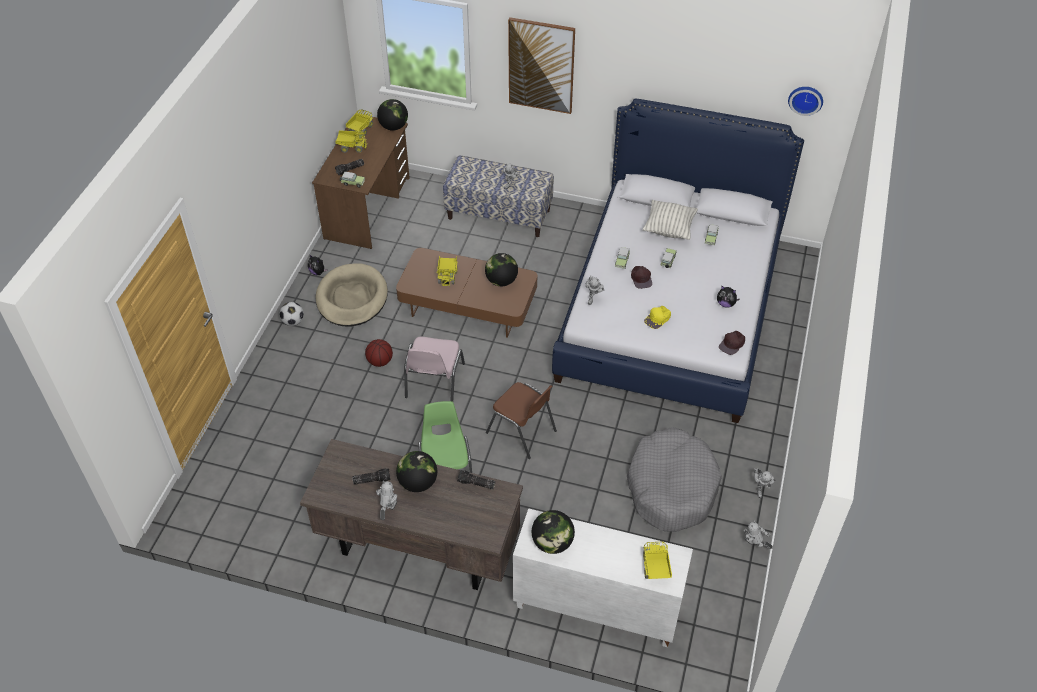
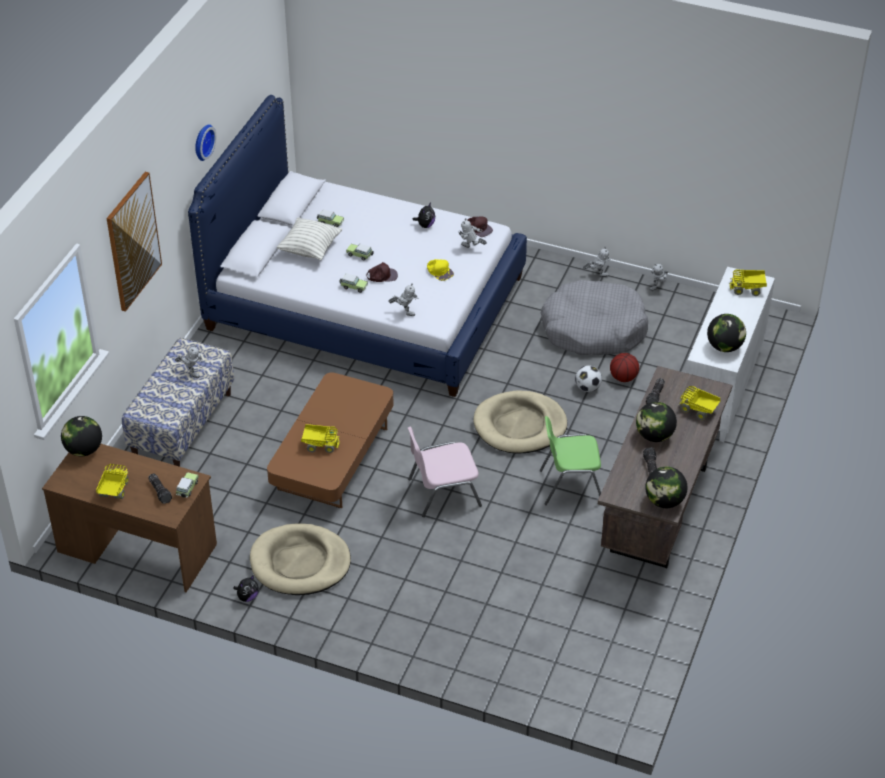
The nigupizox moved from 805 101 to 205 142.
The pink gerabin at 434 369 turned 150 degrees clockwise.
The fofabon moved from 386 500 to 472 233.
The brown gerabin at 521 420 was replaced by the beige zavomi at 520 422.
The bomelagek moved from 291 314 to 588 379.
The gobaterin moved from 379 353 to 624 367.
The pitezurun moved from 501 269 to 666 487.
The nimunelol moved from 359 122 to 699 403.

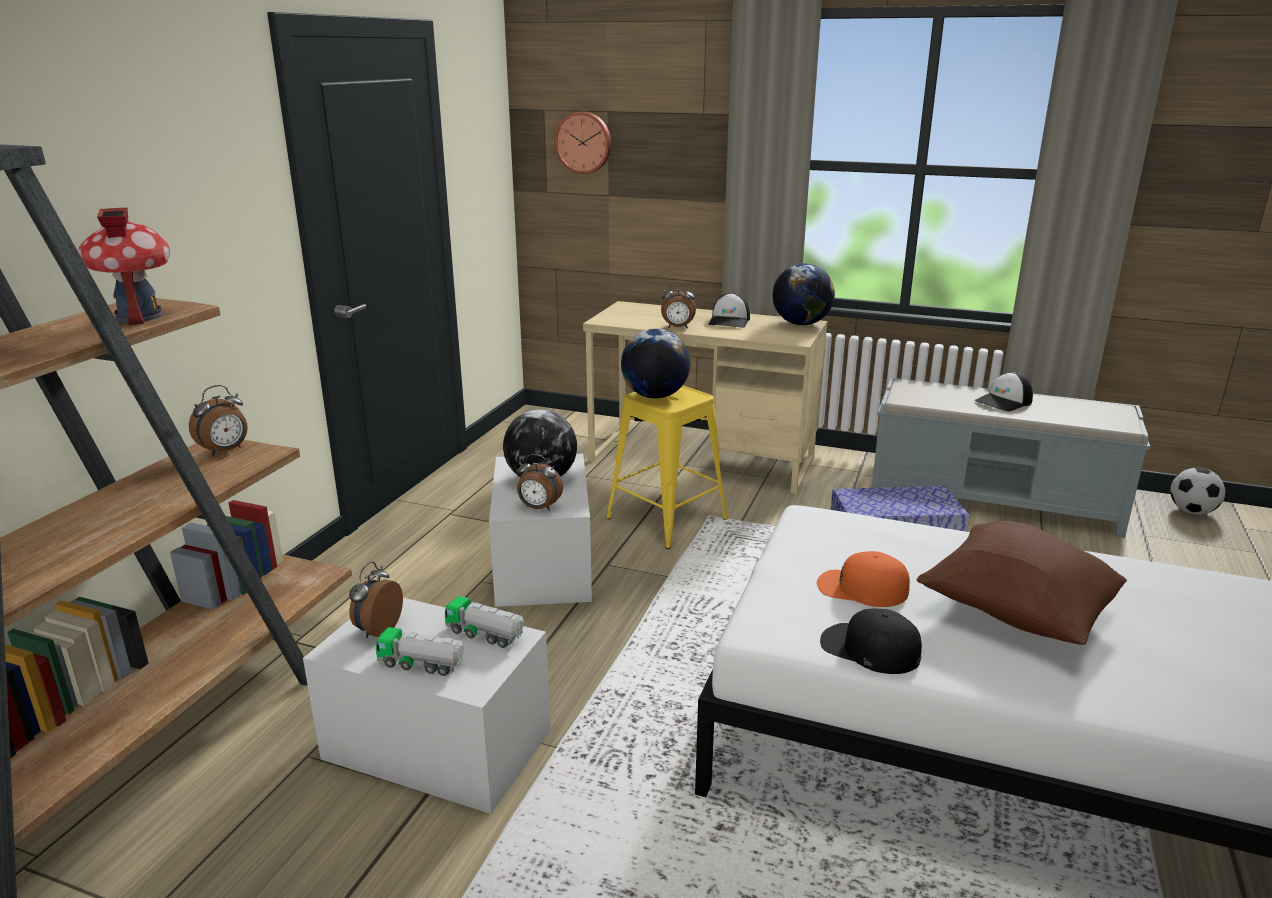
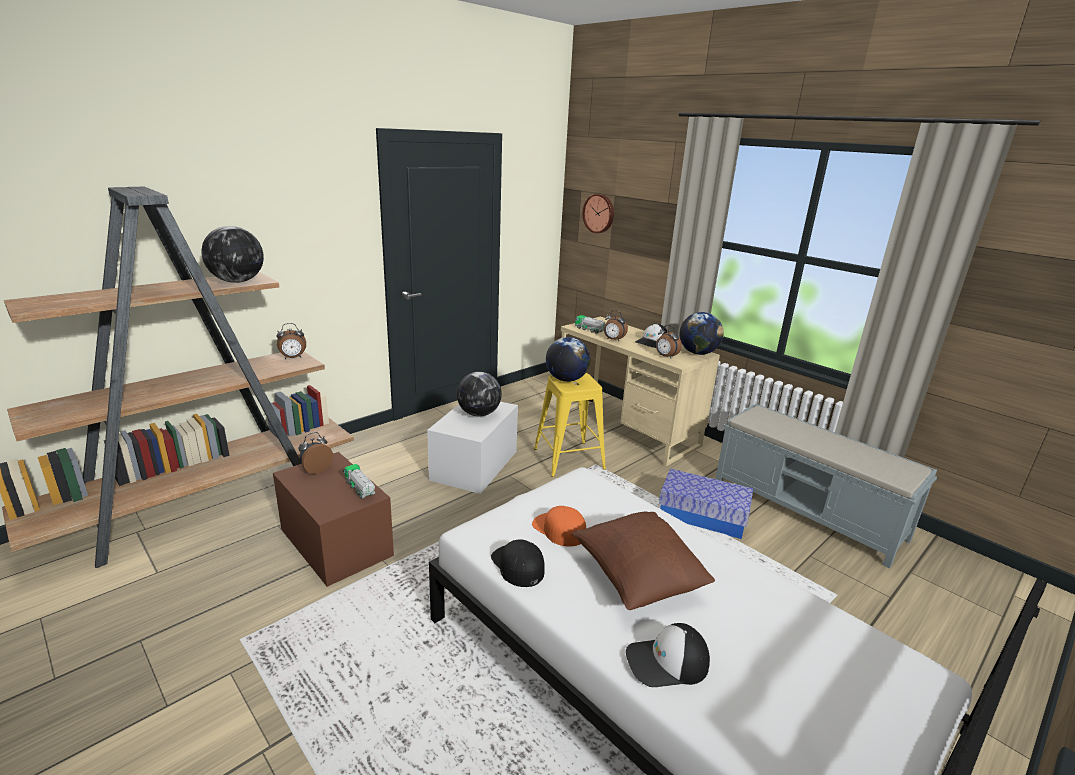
The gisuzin at 124 266 was replaced by the pitezurun at 232 254.
The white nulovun at 427 706 became the brown nulovun at 333 519.
The nimunelol moved from 420 651 to 590 324.
The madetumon moved from 1004 391 to 668 655.
The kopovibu moved from 540 482 to 669 341.
The bomelagek at 1197 491 disappeared.

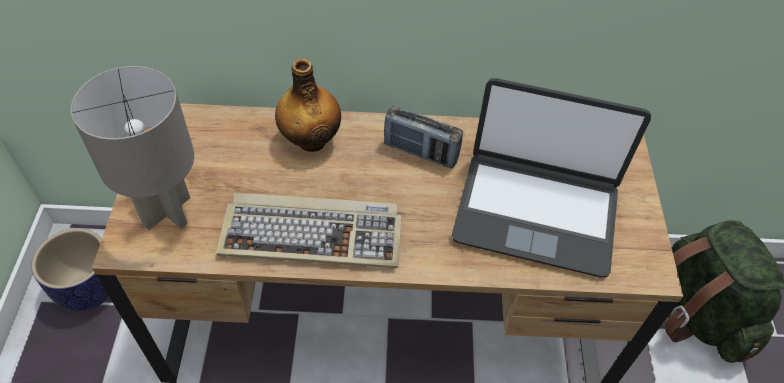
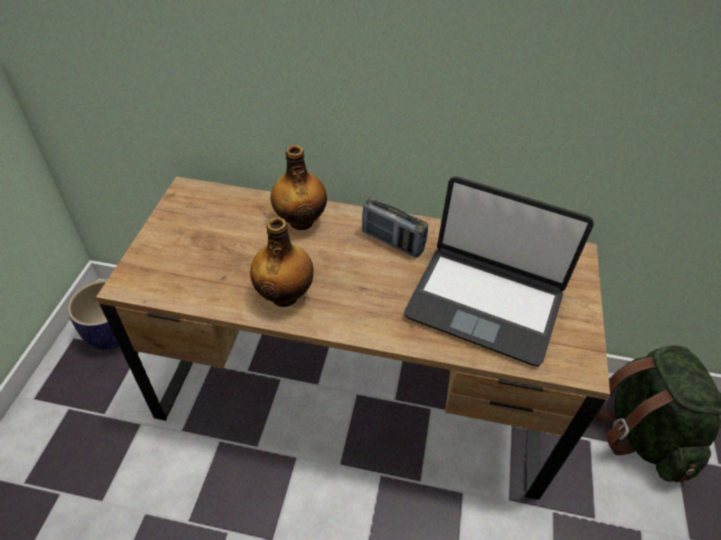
The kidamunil at 309 231 was replaced by the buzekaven at 282 262.
The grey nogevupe at 132 148 disappeared.

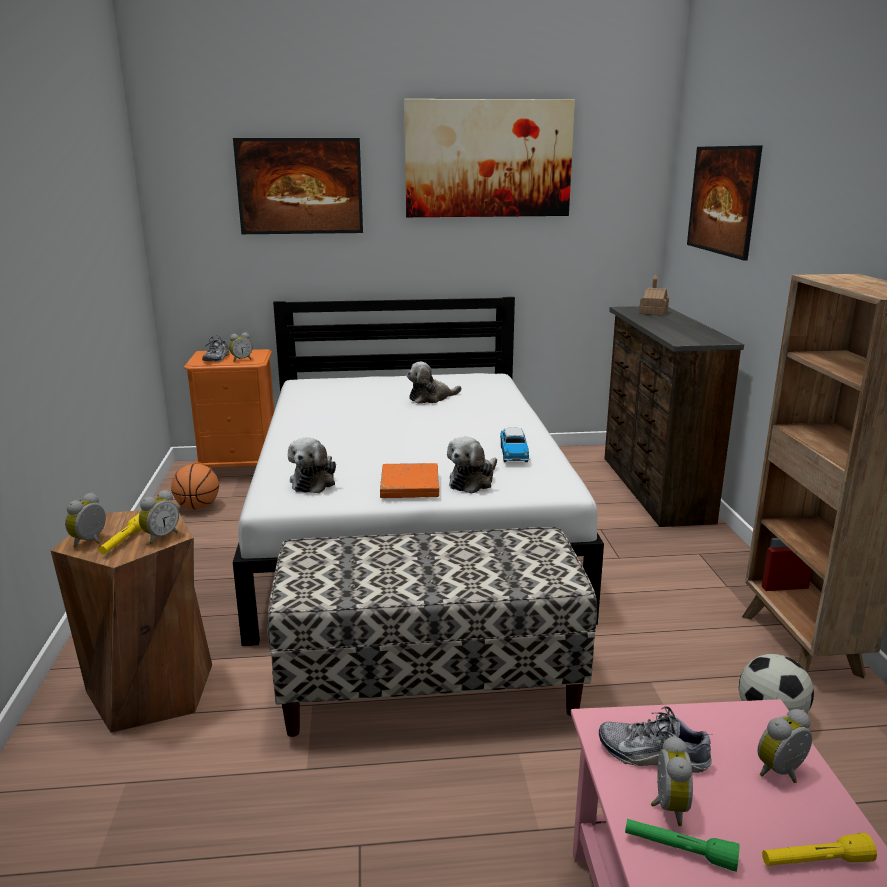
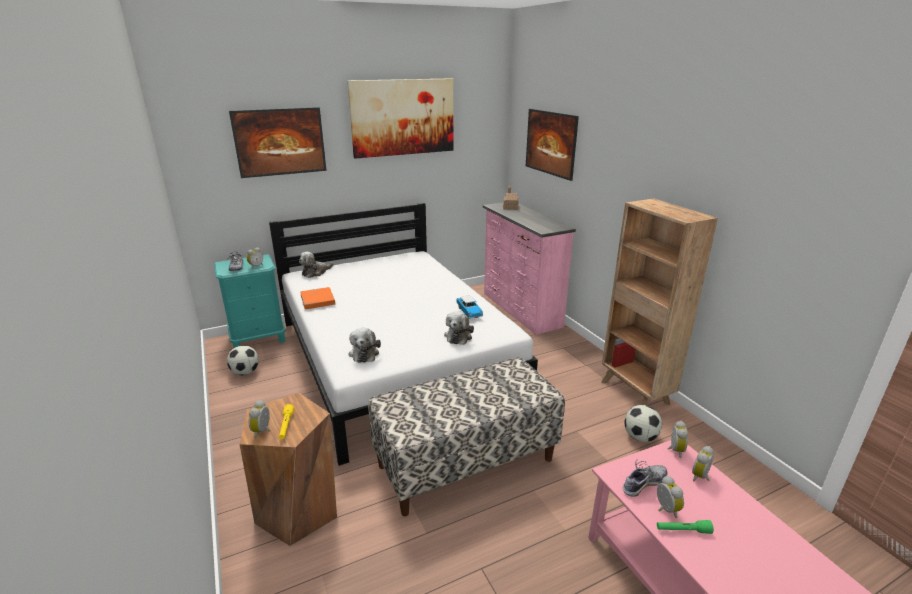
The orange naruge at 229 408 became the turquoise naruge at 250 301.
The gobaterin at 195 486 was replaced by the bomelagek at 243 360.
The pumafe moved from 434 383 to 316 265.
The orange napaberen moved from 409 480 to 318 298.
The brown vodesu at 674 416 became the pink vodesu at 529 268.
The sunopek at 655 739 turned 150 degrees clockwise.
The kopovibu moved from 159 517 to 678 439.
The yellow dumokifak at 819 849 disappeared.

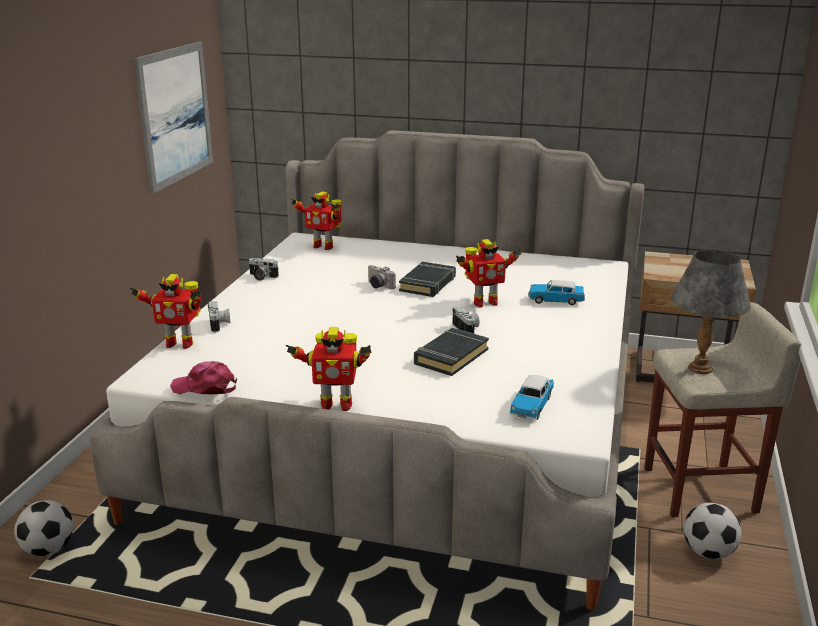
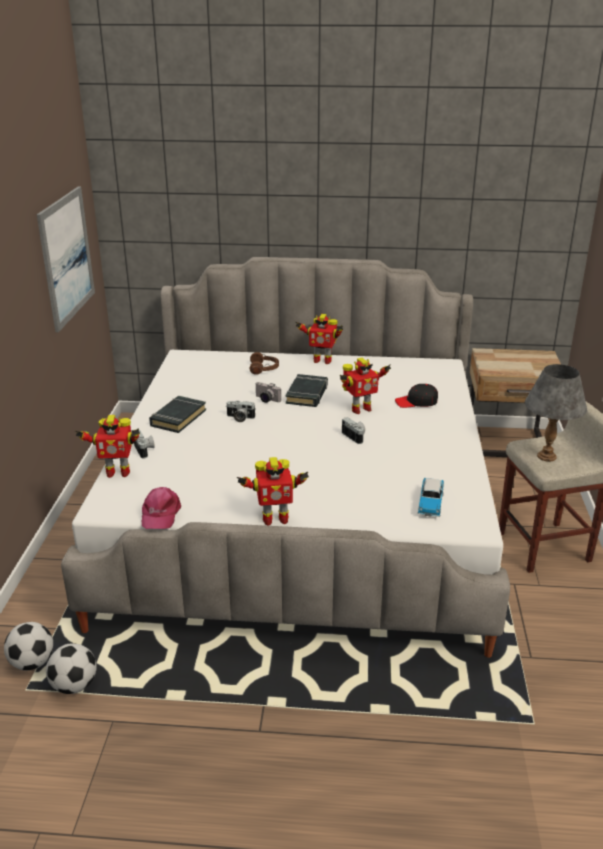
The bomelagek moved from 713 531 to 71 668.
The pink madetumon at 203 378 turned 90 degrees counterclockwise.
The black napaberen moved from 451 352 to 177 414.
The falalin moved from 264 269 to 241 411.
The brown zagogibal at 264 363 appeared.
The fofabon moved from 316 220 to 319 339.
The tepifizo at 556 292 was replaced by the black madetumon at 416 396.

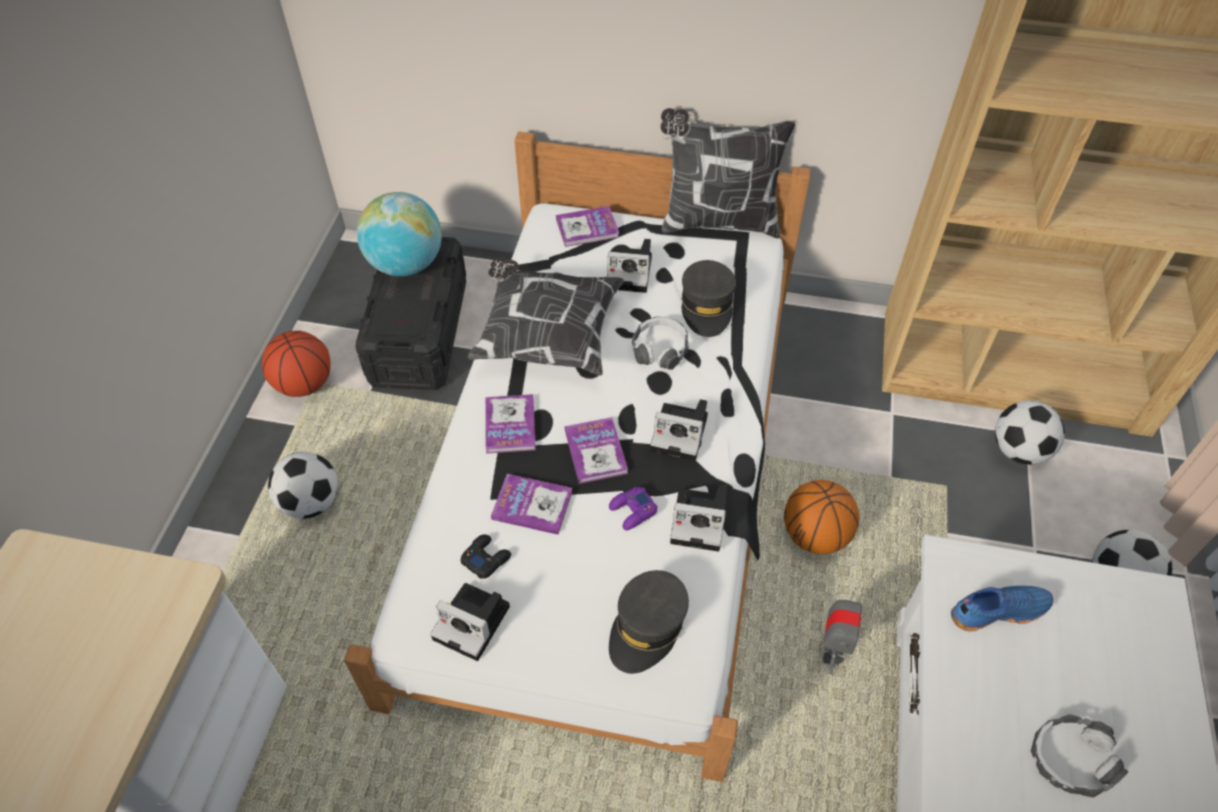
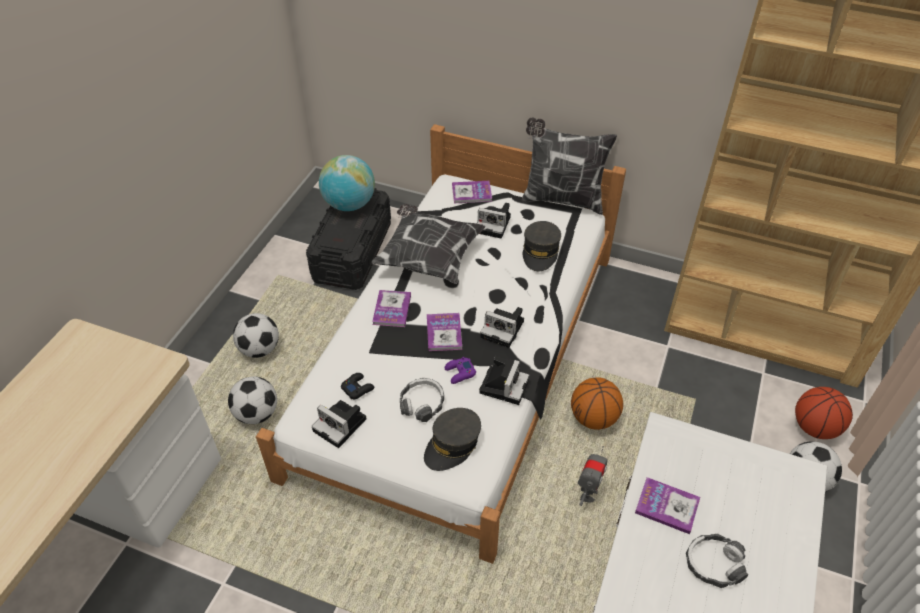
The bomelagek moved from 1030 432 to 252 400.
The zagogibal moved from 660 343 to 422 400.
The falalin at 698 518 turned 90 degrees counterclockwise.
The napaberen moved from 531 504 to 667 505.
The gobaterin moved from 296 364 to 824 413.
The blue sunopek at 1002 608 disappeared.

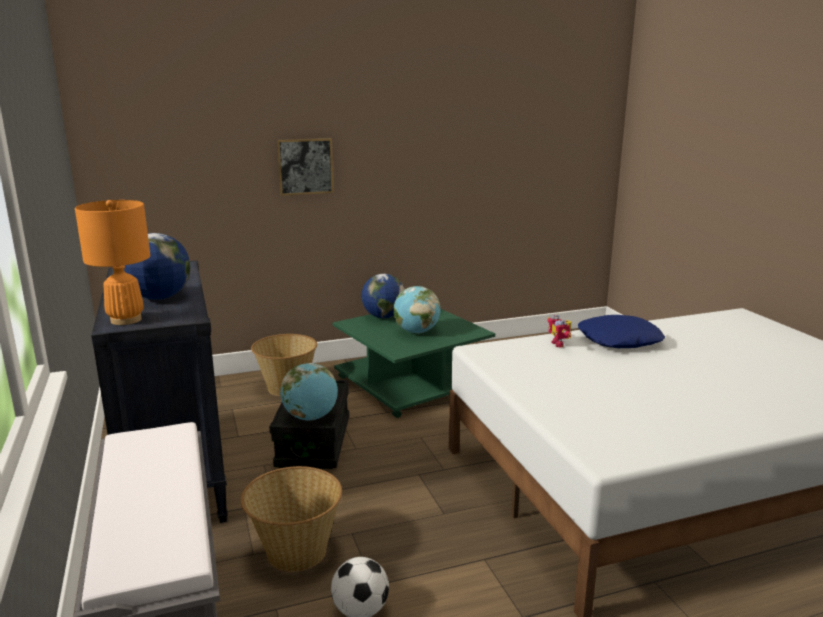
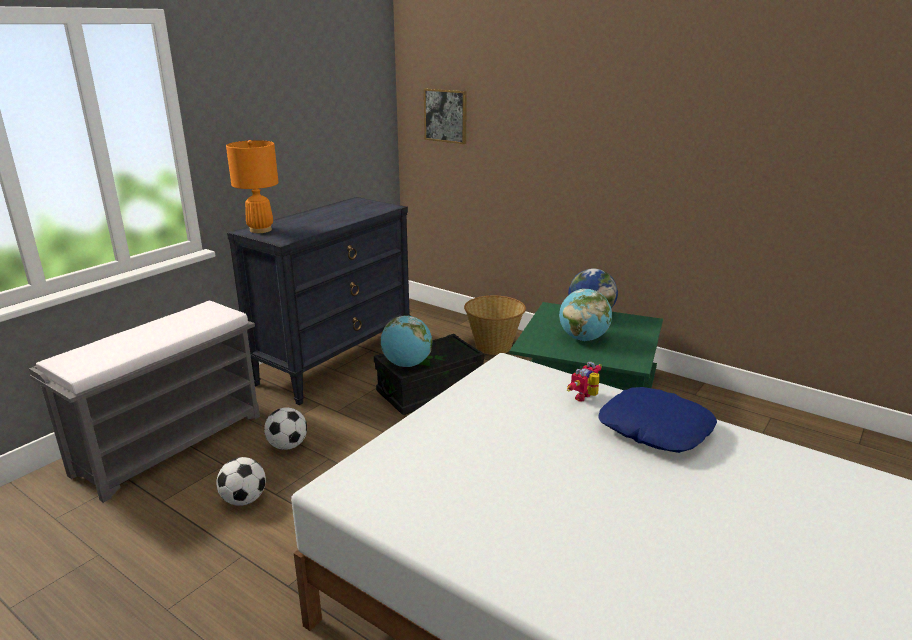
The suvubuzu at 291 519 was replaced by the bomelagek at 285 429.
The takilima moved from 305 167 to 445 116.
The pitezurun at 157 266 disappeared.

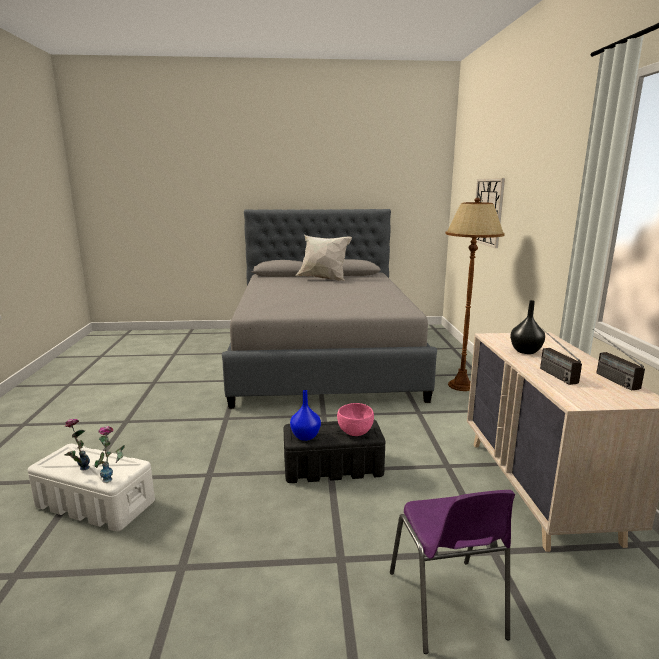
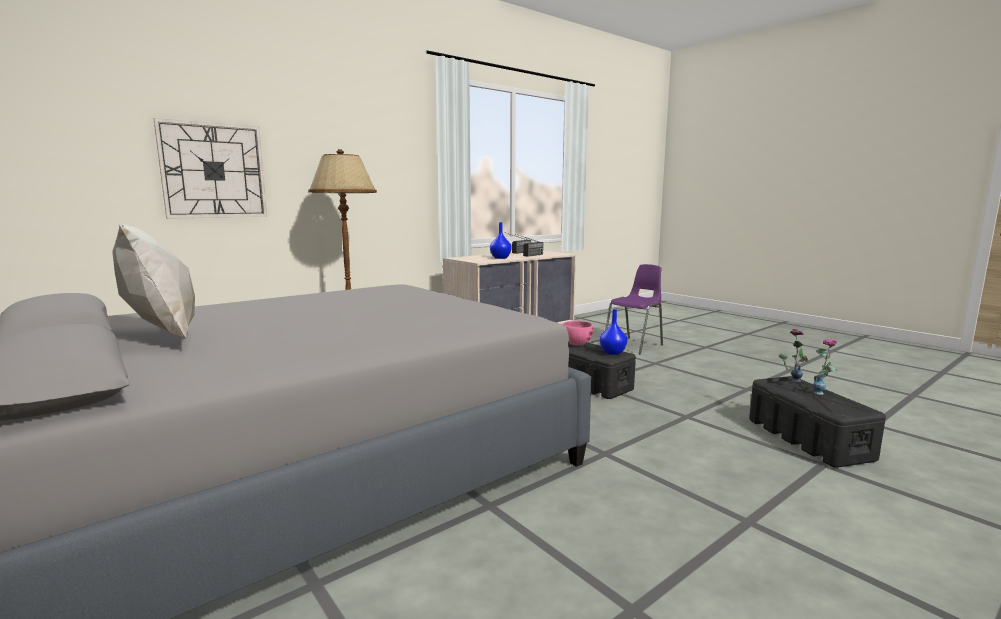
The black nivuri at 527 327 became the blue nivuri at 501 240.
The white nulovun at 91 488 became the black nulovun at 817 422.

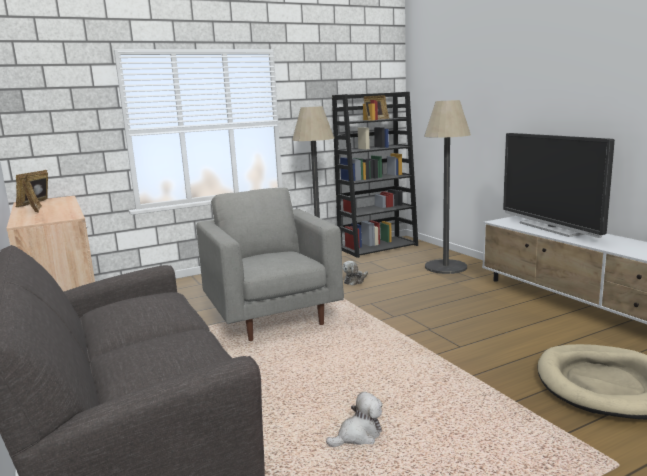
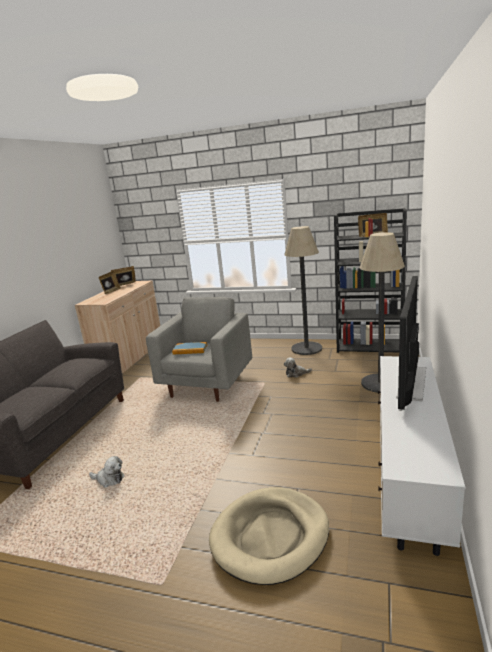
The napaberen at 190 348 appeared.

